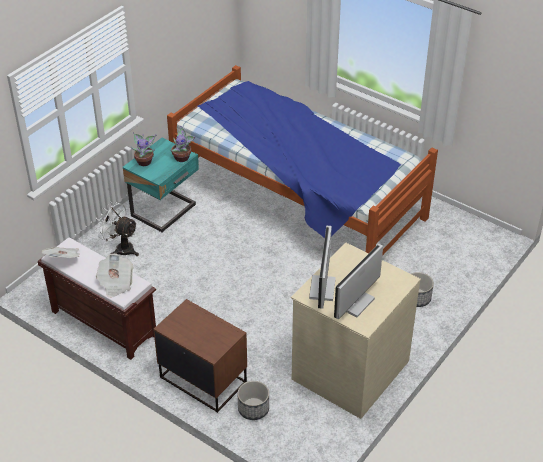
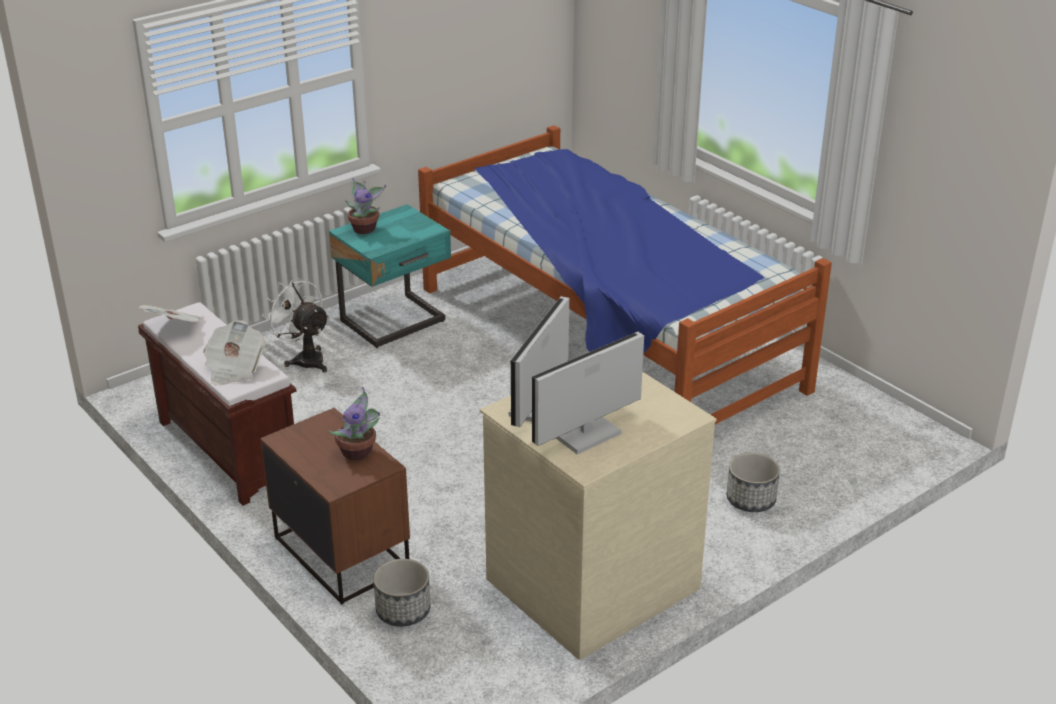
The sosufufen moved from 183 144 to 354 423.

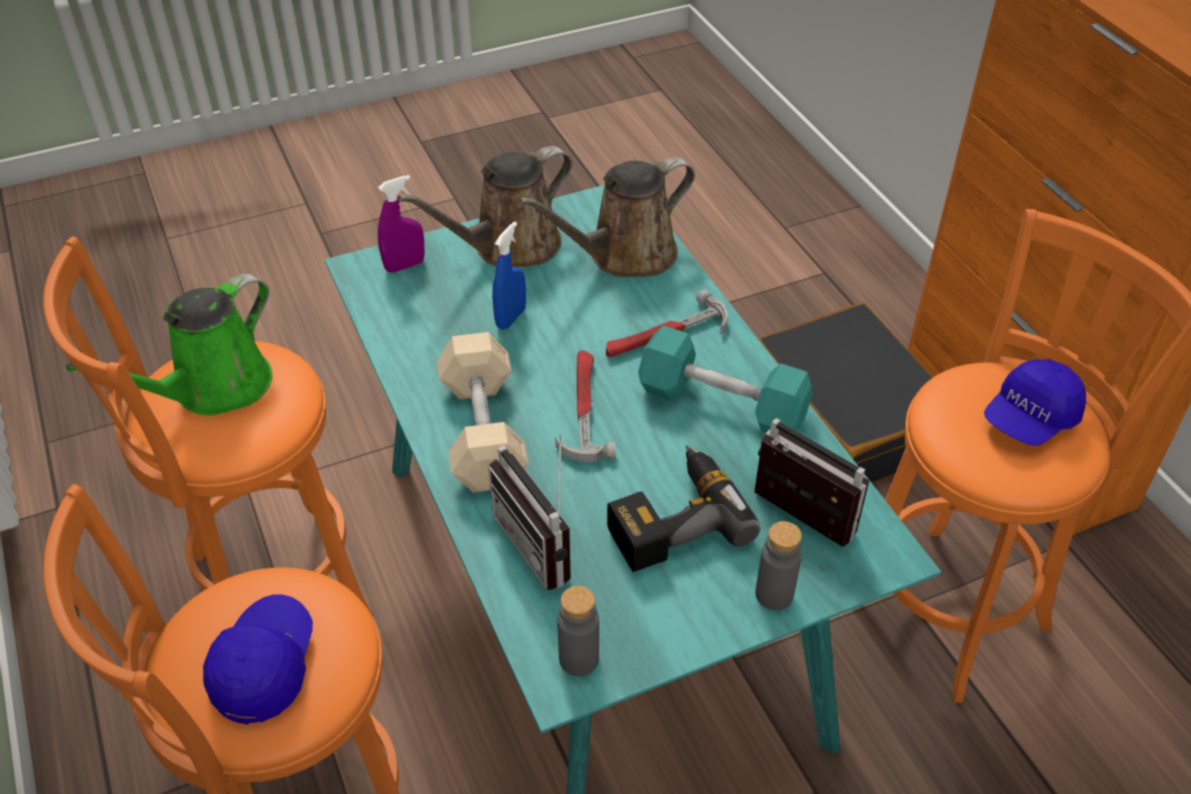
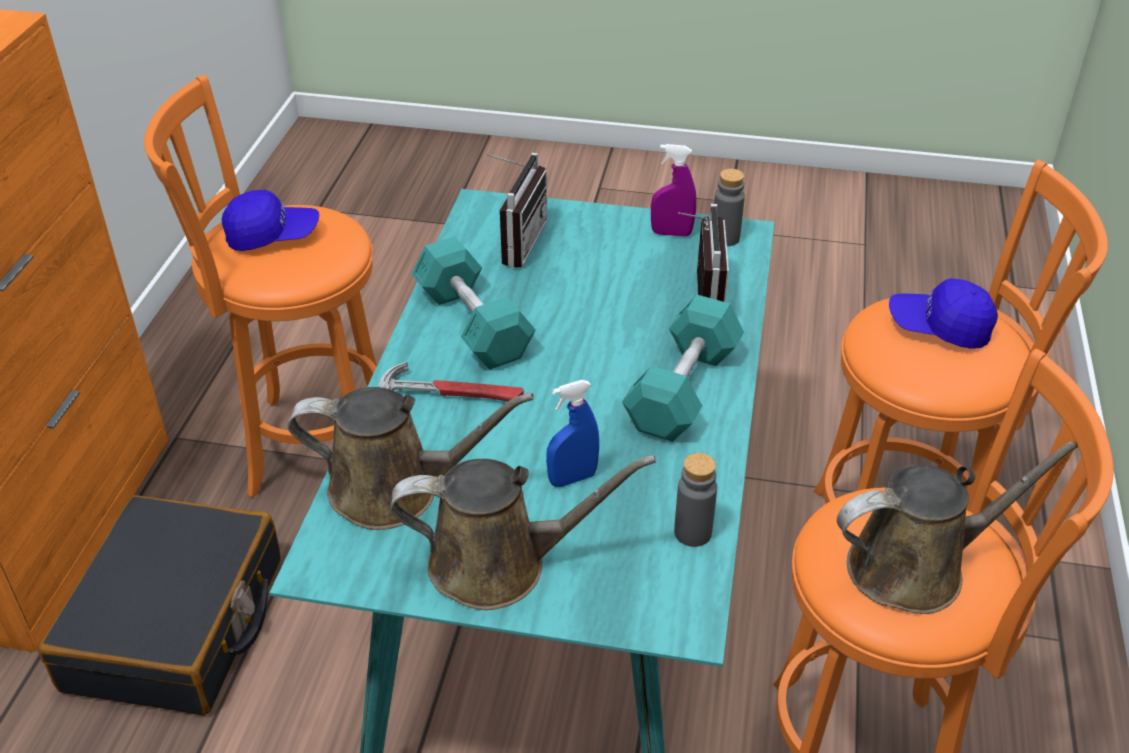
The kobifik at 811 482 turned 150 degrees counterclockwise.
The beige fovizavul at 483 412 became the turquoise fovizavul at 683 368.
The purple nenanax moved from 401 224 to 673 190.
The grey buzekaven moved from 778 565 to 695 500.
The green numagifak at 169 345 became the brown numagifak at 957 527.
The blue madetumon at 258 659 turned 60 degrees clockwise.
The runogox at 585 406 disappeared.
The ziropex at 683 508 disappeared.

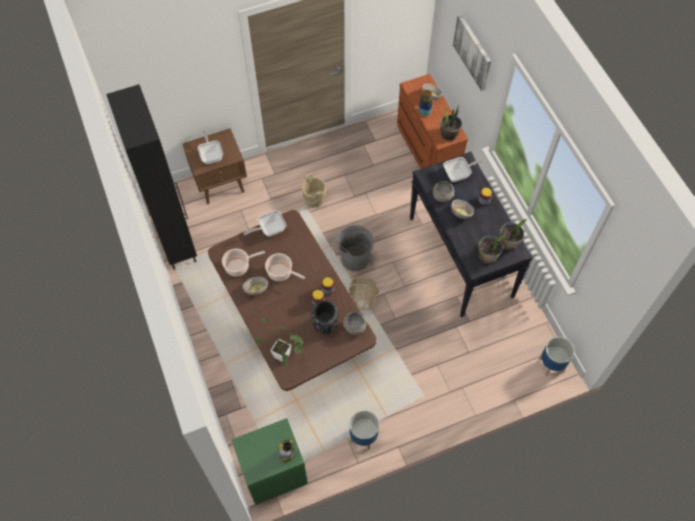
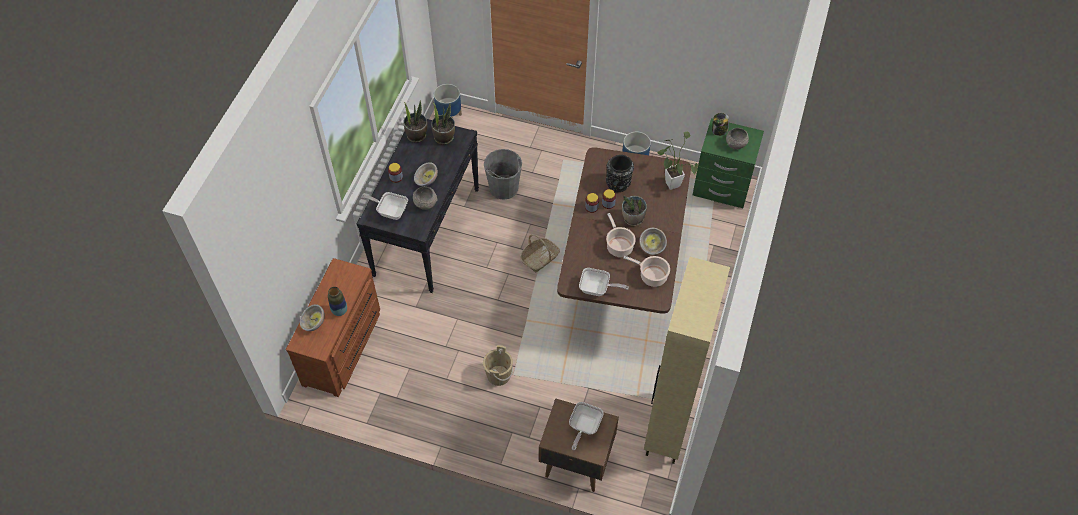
The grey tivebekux moved from 355 248 to 503 174.
The sosufufen moved from 451 122 to 634 211.
The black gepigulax at 151 177 became the beige gepigulax at 687 360.
The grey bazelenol moved from 354 323 to 737 138.
The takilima at 472 52 disappeared.

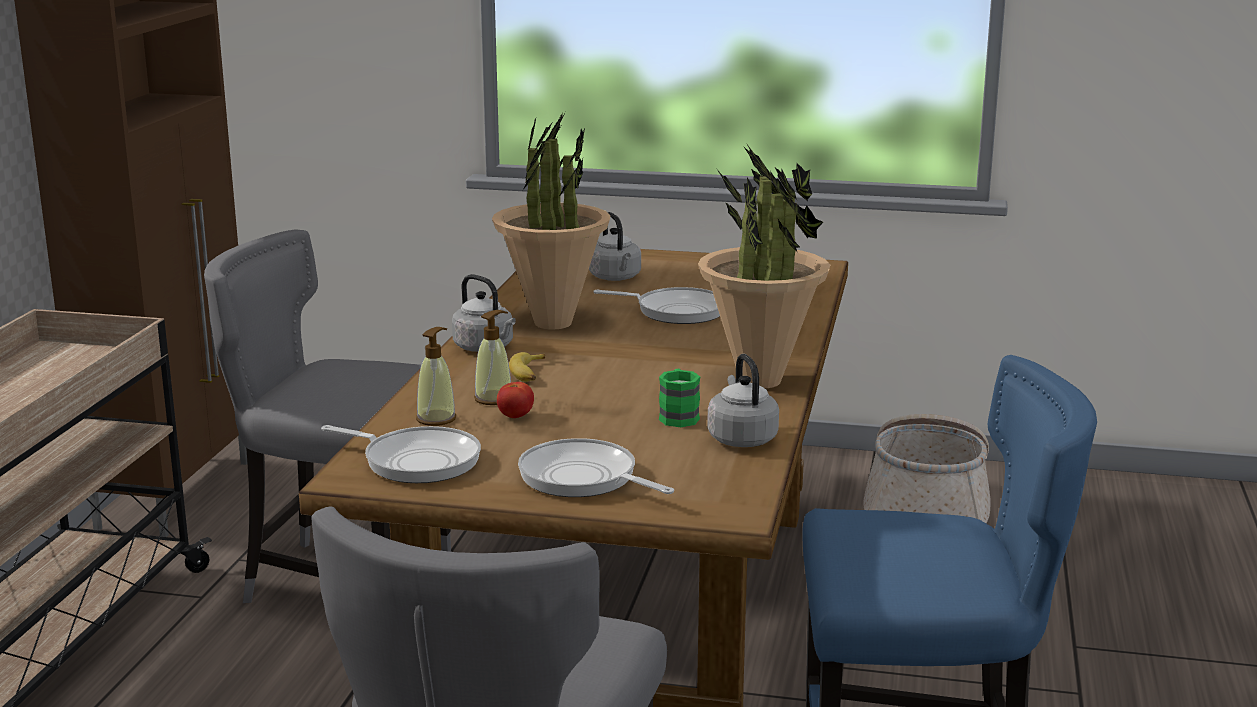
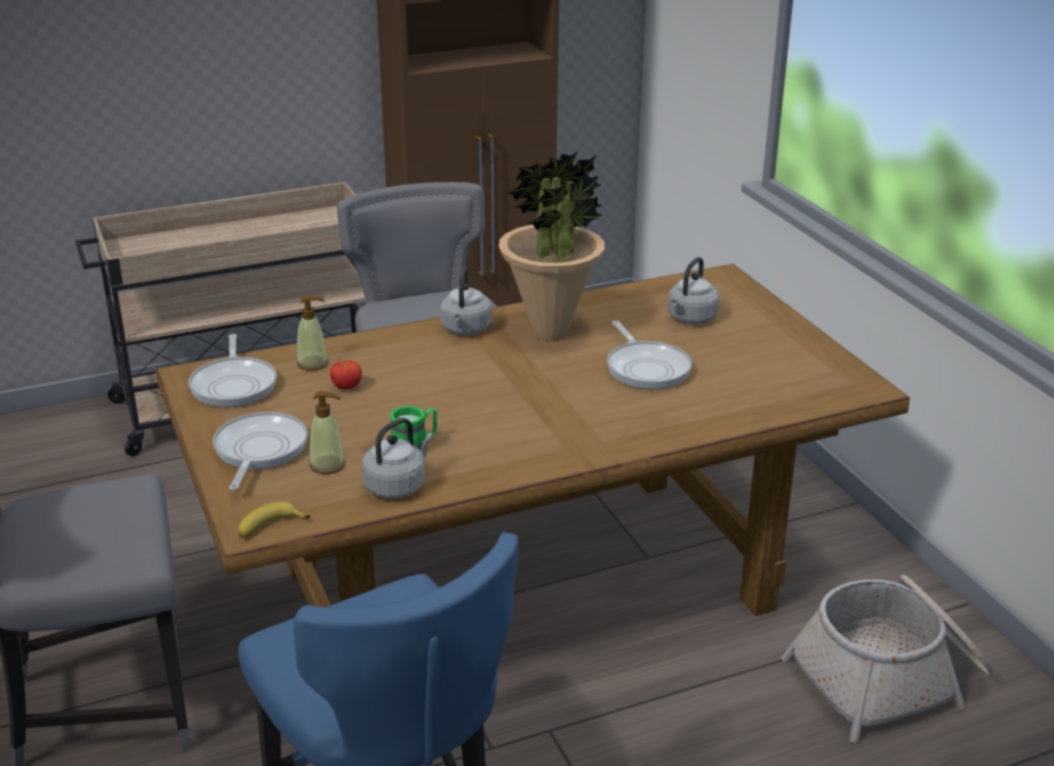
The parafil moved from 527 367 to 274 520.
The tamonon moved from 492 357 to 327 432.
The sosufufen at 764 265 disappeared.

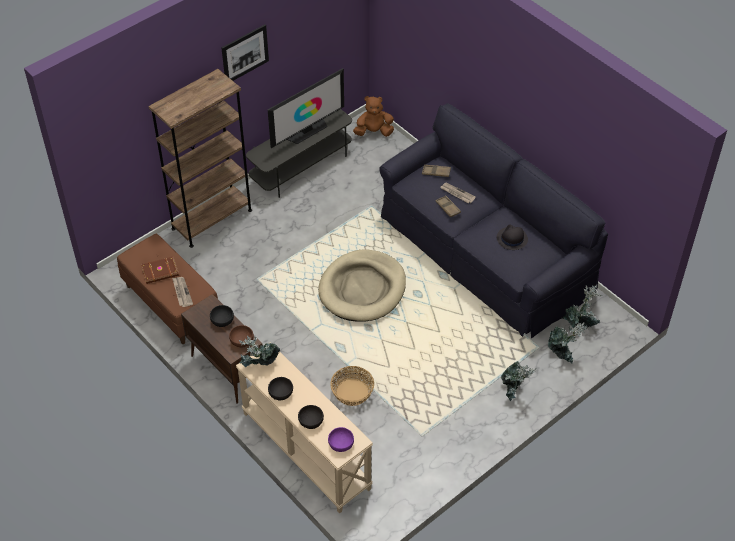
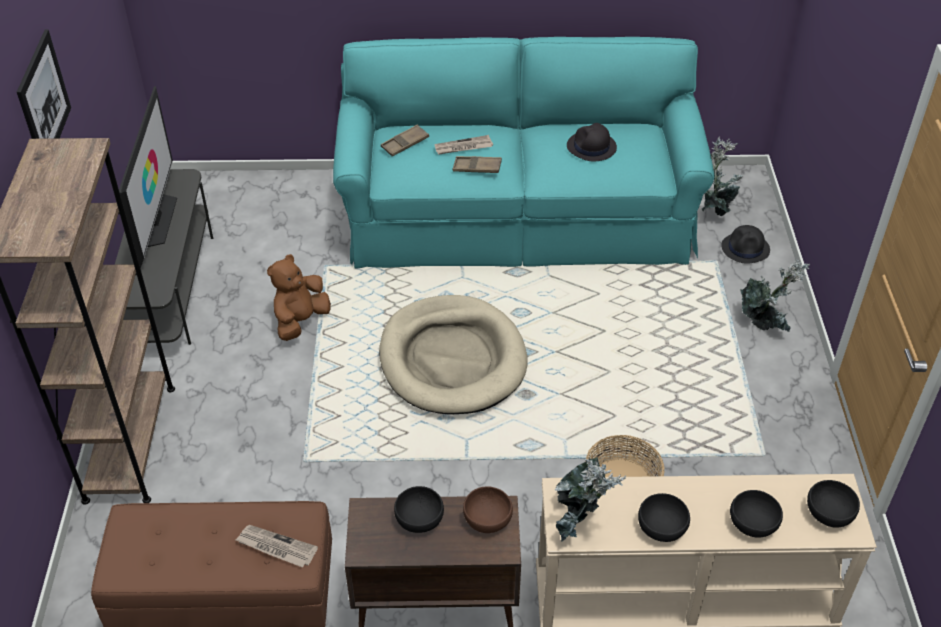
The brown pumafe moved from 373 116 to 299 297.
The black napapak at 493 220 became the turquoise napapak at 523 152.
The sosufufen at 567 343 was replaced by the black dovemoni at 745 244.
The purple bazelenol at 341 439 became the black bazelenol at 833 504.
The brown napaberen at 160 270 disappeared.

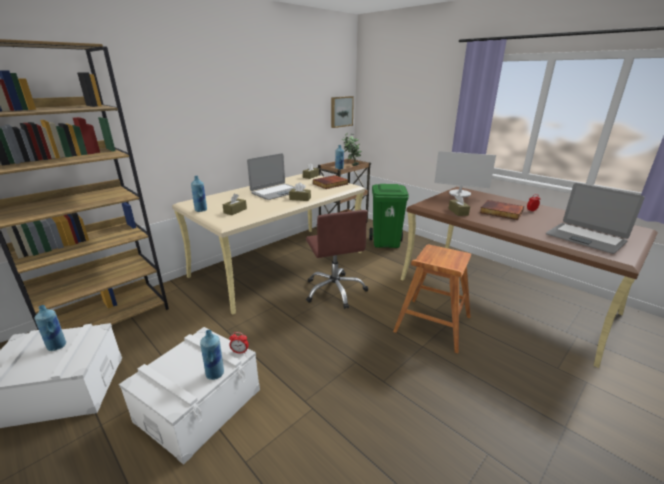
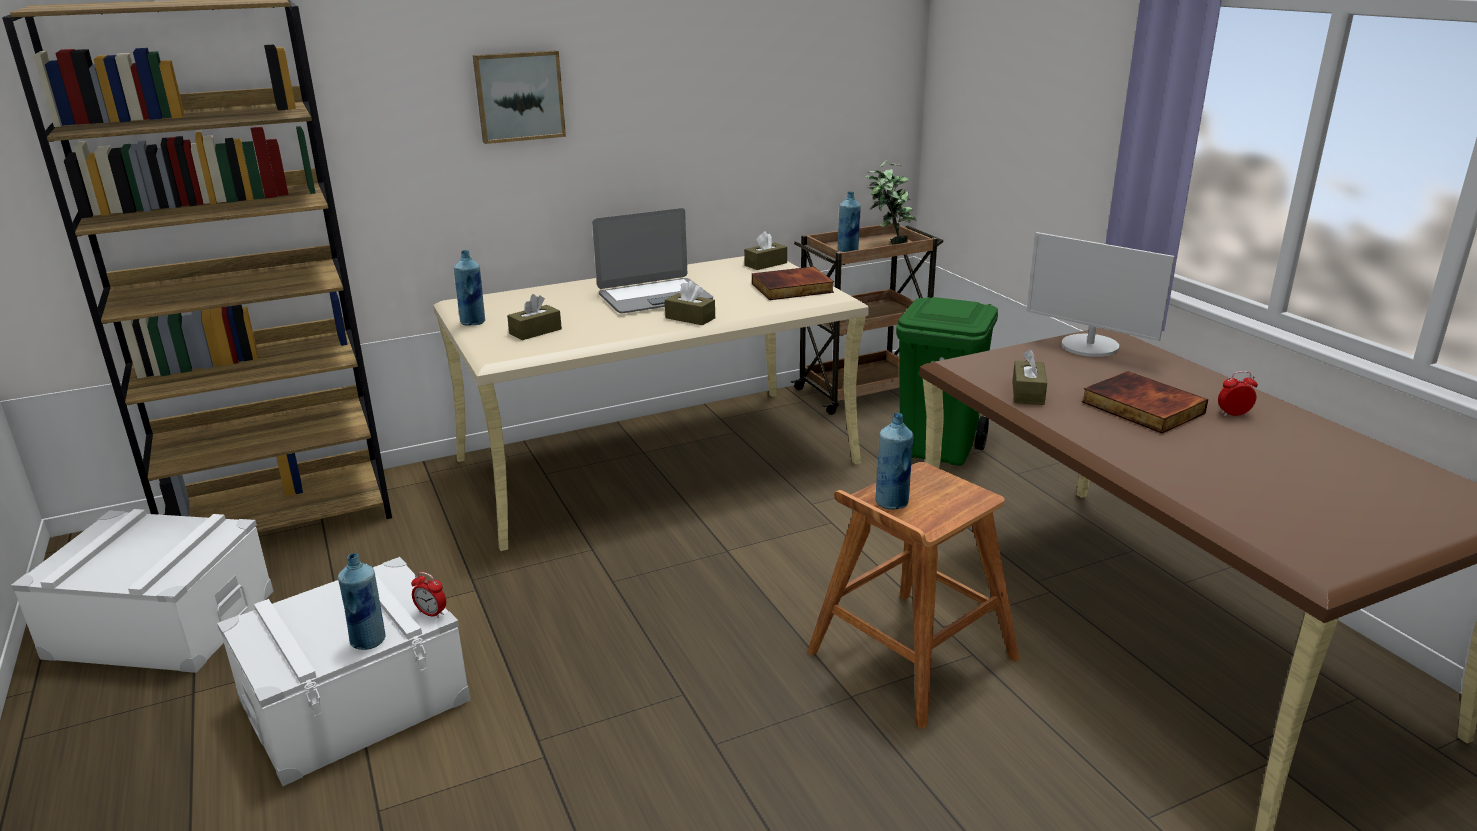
The takilima moved from 342 112 to 519 97.
The blue buzekaven moved from 50 328 to 894 461.
The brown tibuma at 337 259 disappeared.
The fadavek at 595 218 disappeared.

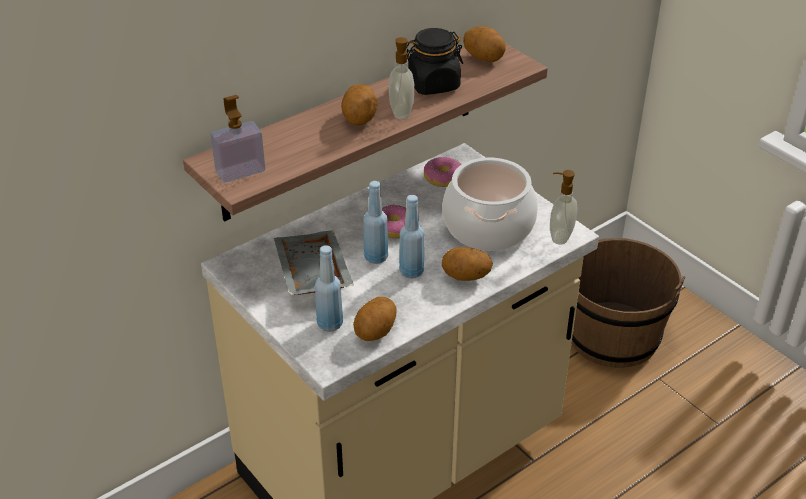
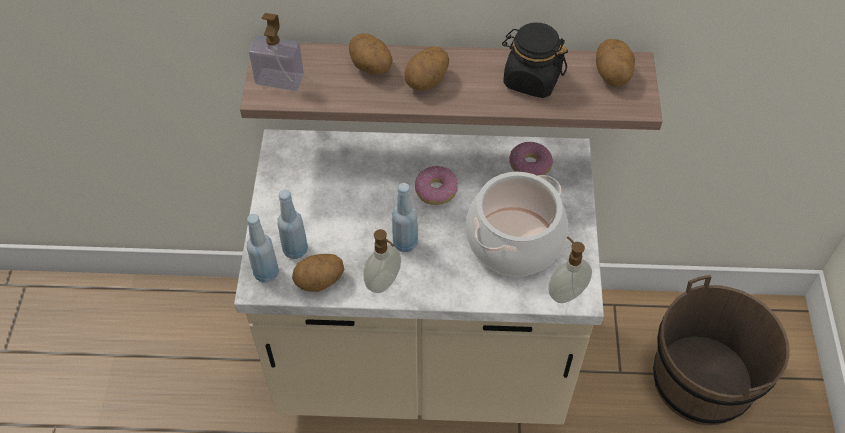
The blue buzekaven moved from 375 222 to 263 248.
The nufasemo moved from 467 264 to 371 54.
The tamonon moved from 403 78 to 382 261.
The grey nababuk at 314 262 disappeared.

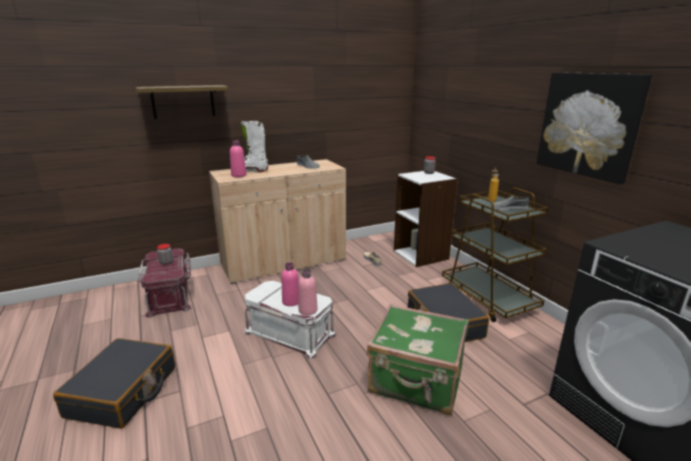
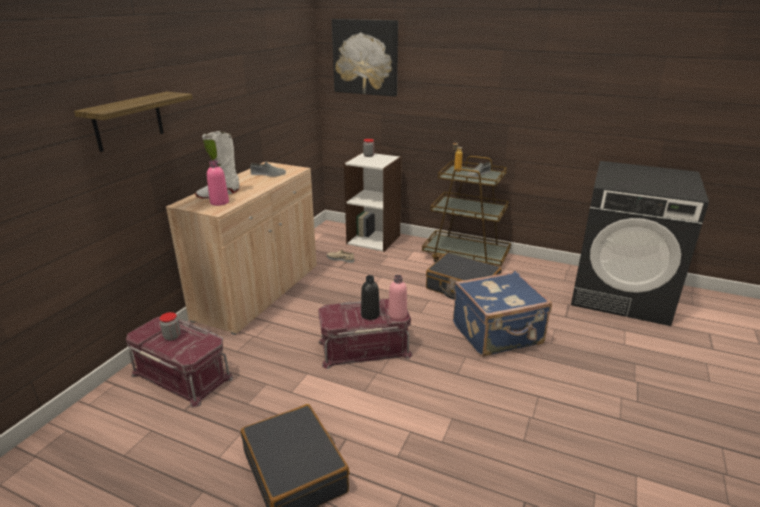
The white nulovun at 290 320 became the red nulovun at 365 334.
The takilima moved from 594 128 to 365 58.
The pink buzekaven at 290 284 became the black buzekaven at 370 297.
The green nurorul at 418 359 became the blue nurorul at 502 314.

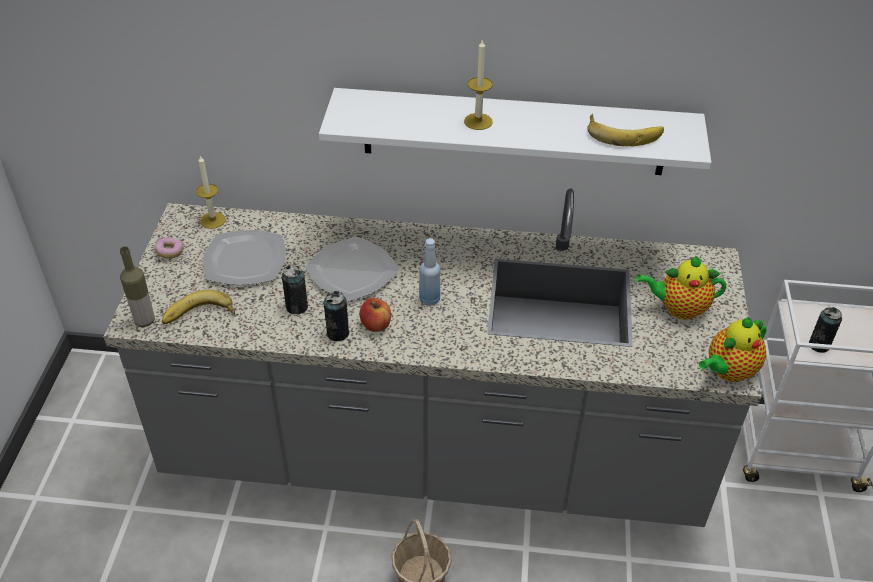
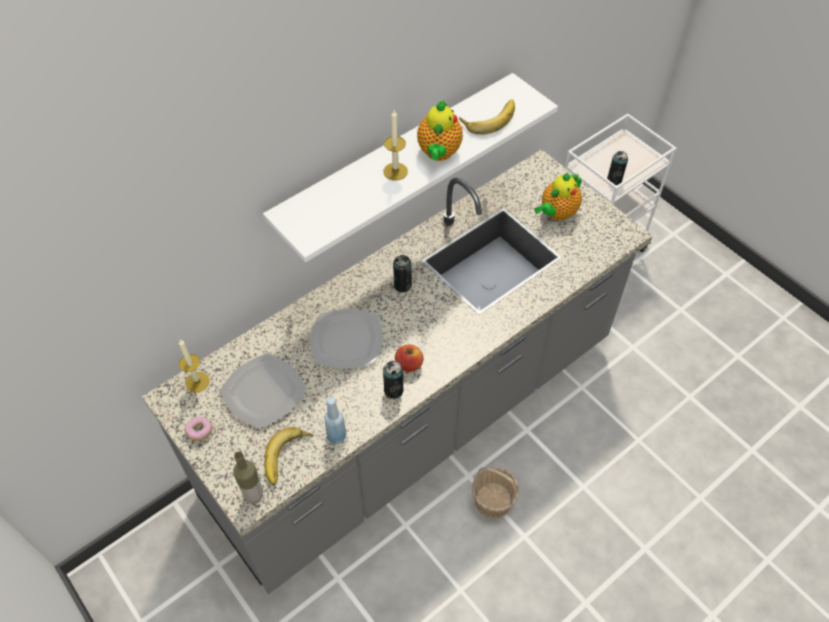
The blue buzekaven moved from 429 272 to 335 420.
The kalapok moved from 295 290 to 402 273.
The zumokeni moved from 733 349 to 440 130.

